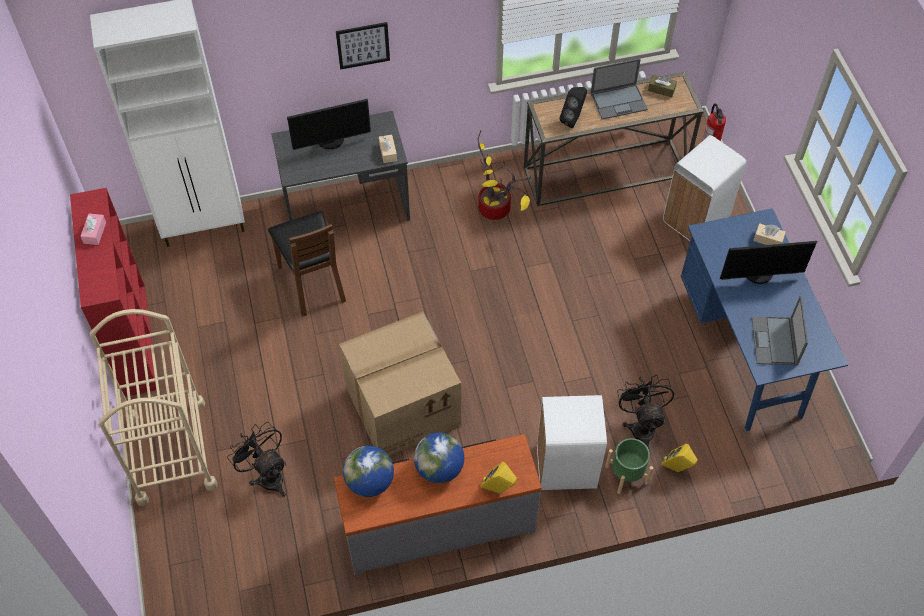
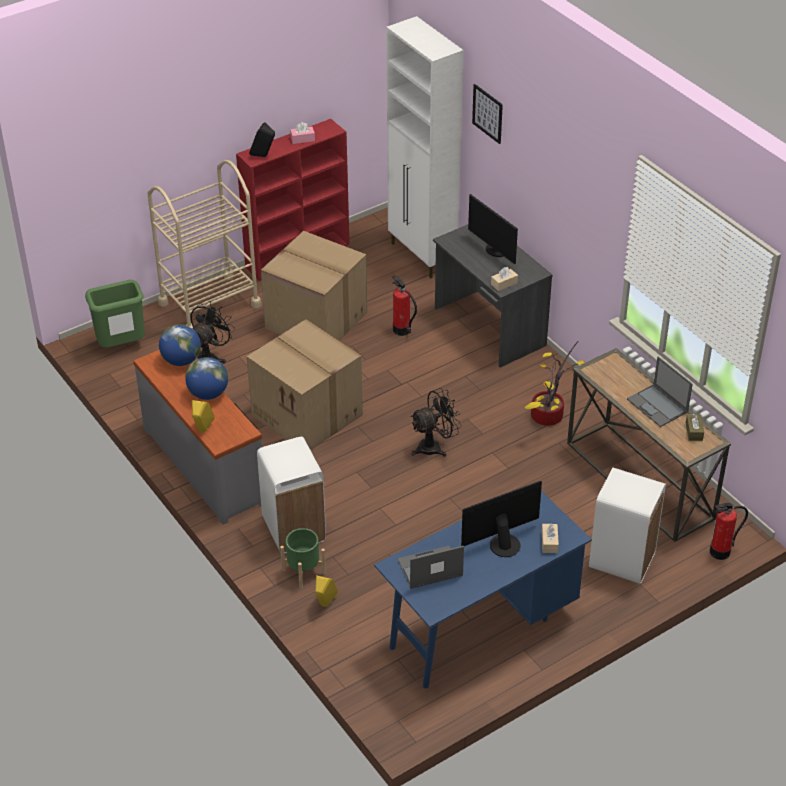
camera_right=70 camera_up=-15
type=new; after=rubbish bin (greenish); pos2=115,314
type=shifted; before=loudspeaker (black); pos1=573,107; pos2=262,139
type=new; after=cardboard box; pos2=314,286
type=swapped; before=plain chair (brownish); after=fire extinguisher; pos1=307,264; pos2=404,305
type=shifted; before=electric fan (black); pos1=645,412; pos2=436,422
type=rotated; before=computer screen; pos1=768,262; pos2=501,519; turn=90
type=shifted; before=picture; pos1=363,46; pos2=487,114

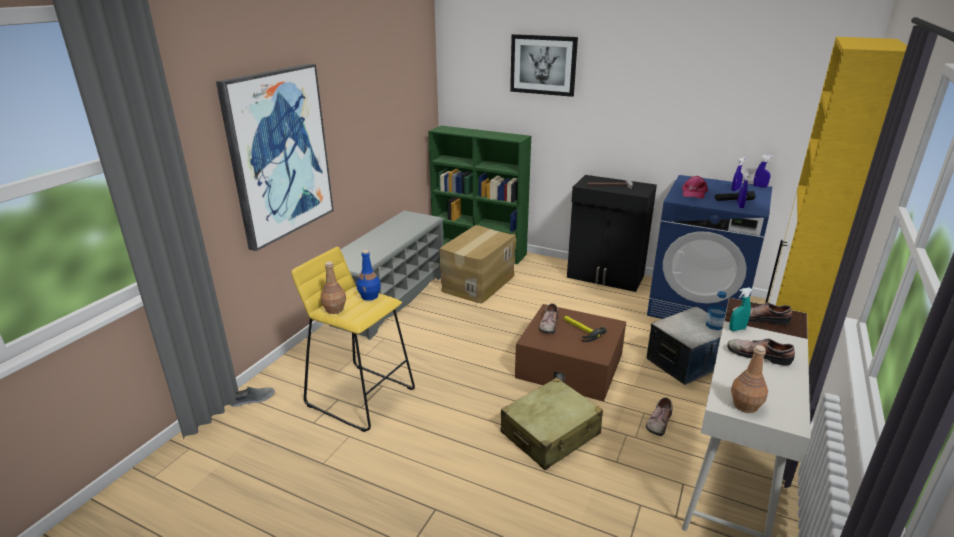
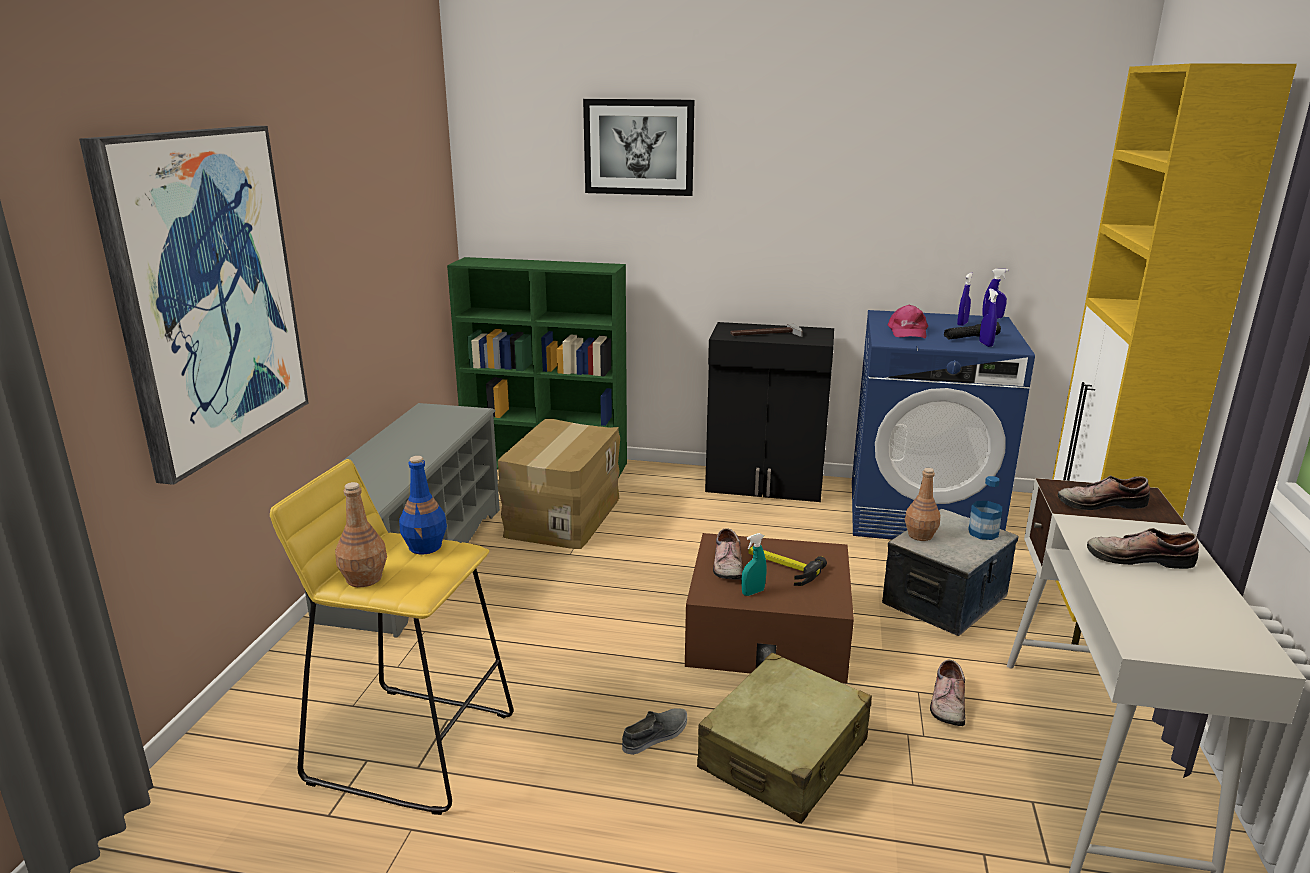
camera_right=-15 camera_up=-5
type=shifted; before=item of footwear (grey); pos1=253,397; pos2=654,731
type=shifted; before=sprayer (turquoise); pos1=740,309; pos2=753,564
type=shifted; before=drink bottle (brownish); pos1=749,379; pos2=923,504

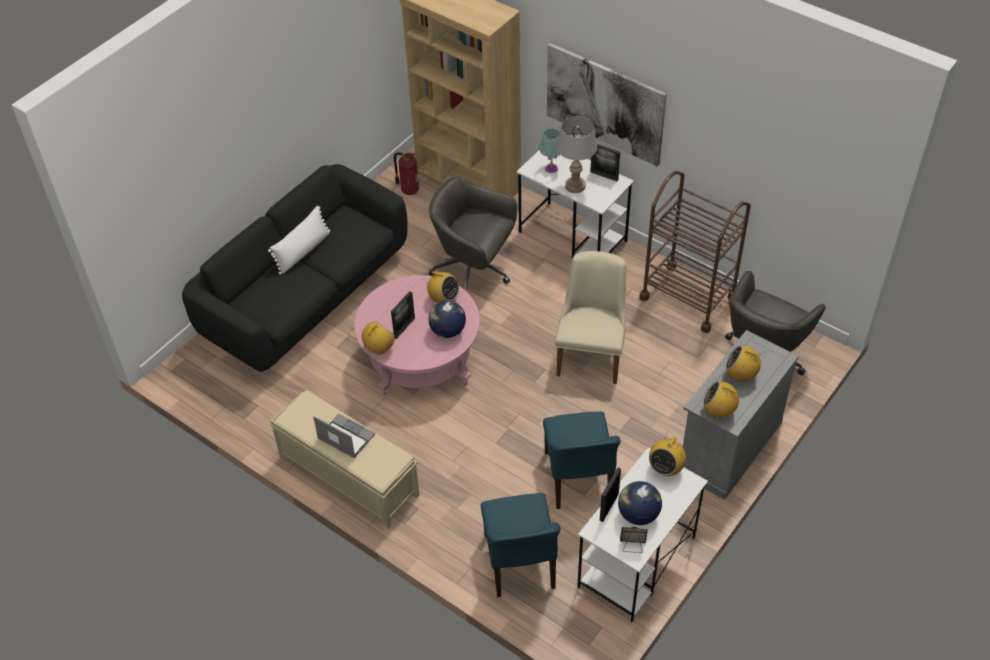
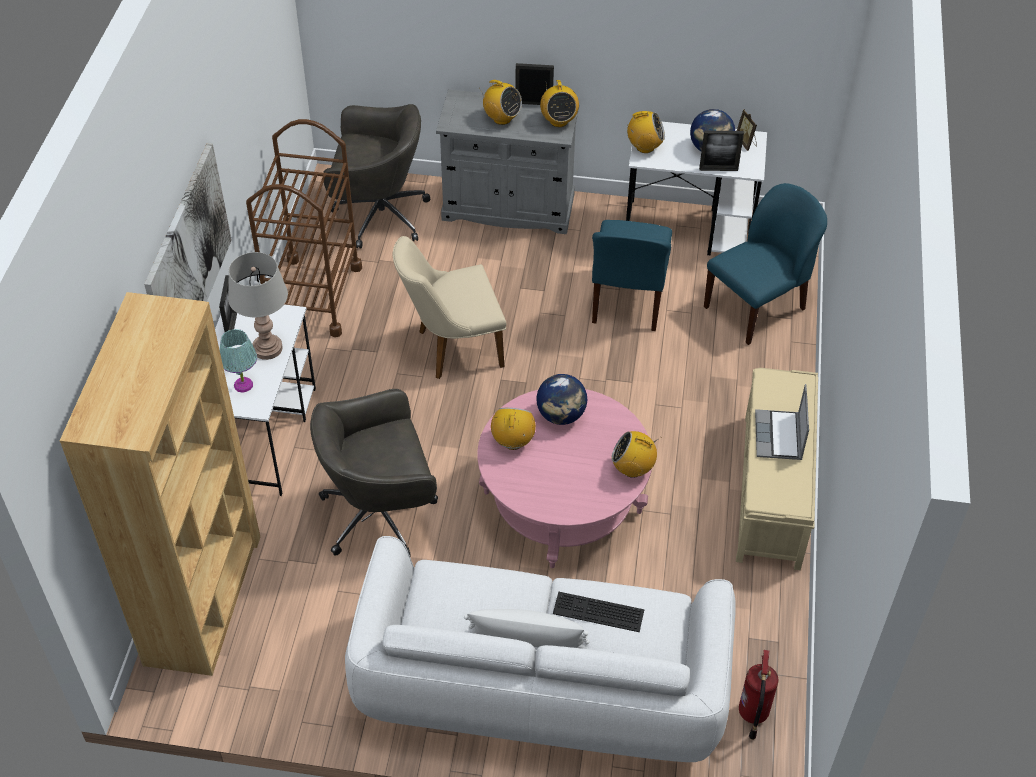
camera_right=-120 camera_up=0
type=rotated; before=office chair (grey); pos1=473,233; pos2=374,472; turn=75
type=repainted; before=couch (black); after=couch (white); pos1=295,269; pos2=540,649
type=rotated; before=radio; pos1=743,364; pos2=501,102; turn=-45
type=shifted; before=standing frame; pos1=403,315; pos2=534,84
type=new; after=PC keyboard; pos2=598,612
type=rotated; before=plain chair (blue-coloured); pos1=581,460; pos2=632,275; turn=135
type=shifted; before=fire extinguisher; pos1=406,173; pos2=759,695

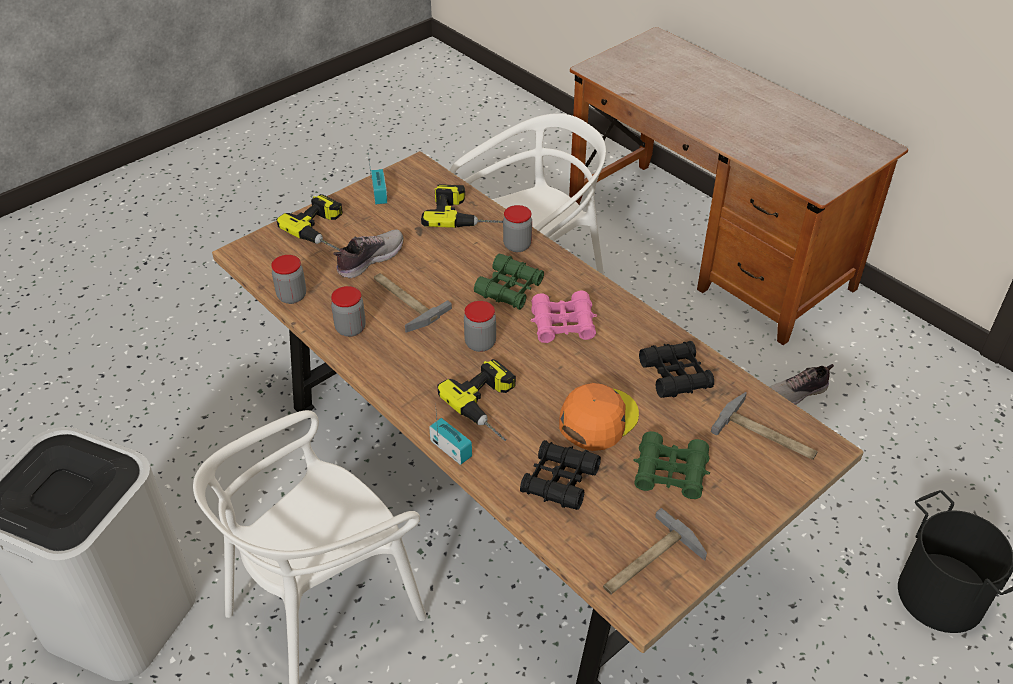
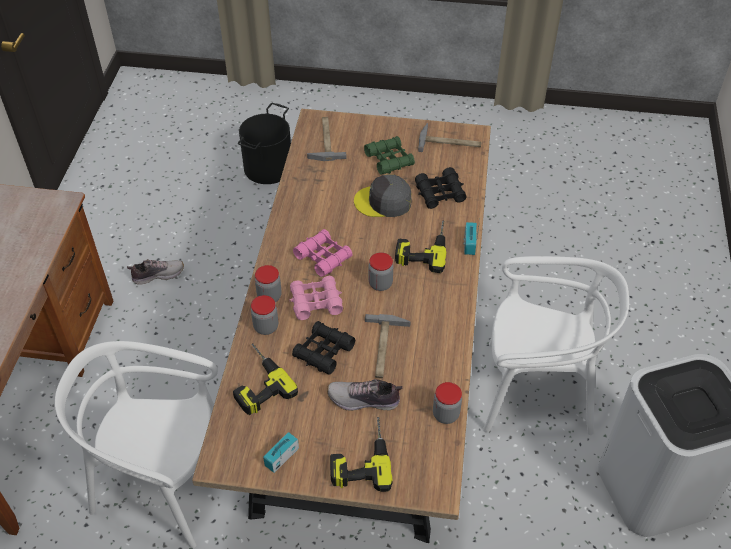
camera_right=-130 camera_up=5
type=rotated; before=item of footwear; pos1=802,384; pos2=155,272; turn=-45
type=shifted; before=jar; pos1=348,311; pos2=268,283
type=repainted; before=pair of binoculars (greenish); after=pair of binoculars (pink); pos1=509,282; pos2=316,298
type=shifted; before=pair of binoculars (black); pos1=676,369; pos2=323,348
type=repainted; before=peaked cap (orange); after=peaked cap (grey); pos1=599,417; pos2=383,195

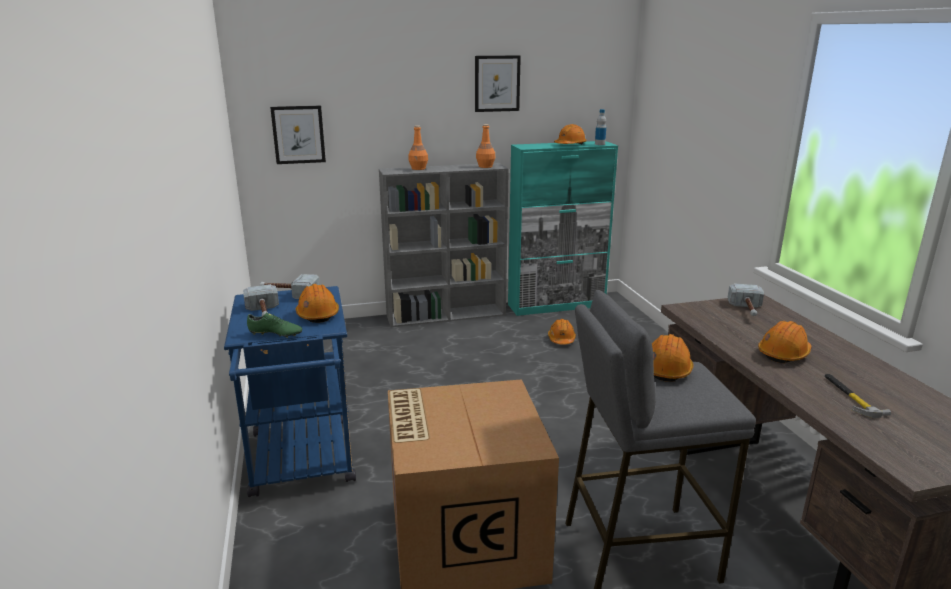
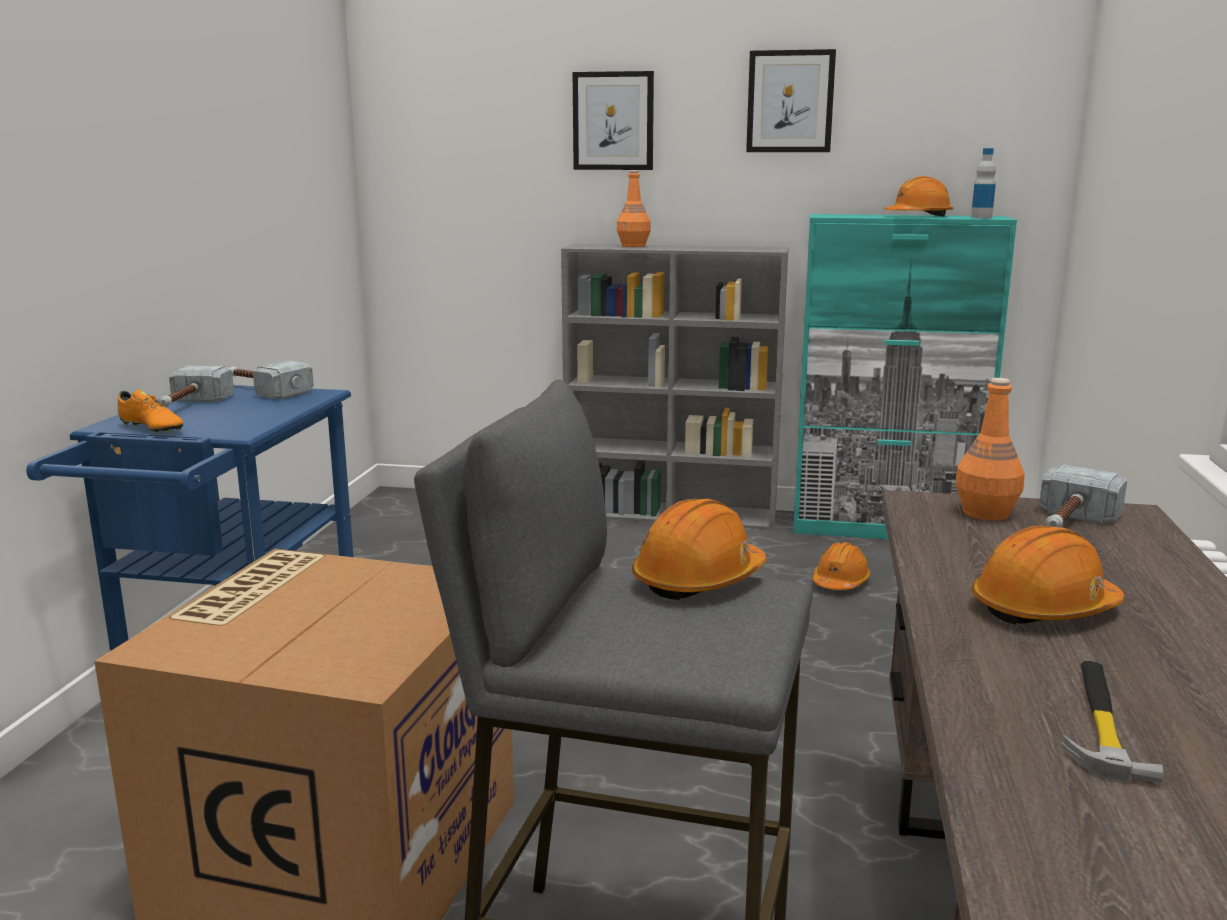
camera_right=25 camera_up=-5
type=repainted; before=item of footwear (greenish); after=item of footwear (orange); pos1=274,325; pos2=150,411
type=shifted; before=picture; pos1=298,135; pos2=613,120
type=shifted; before=drink bottle (orange); pos1=485,146; pos2=990,449
type=gone; before=work helmet (orange); pos1=317,303

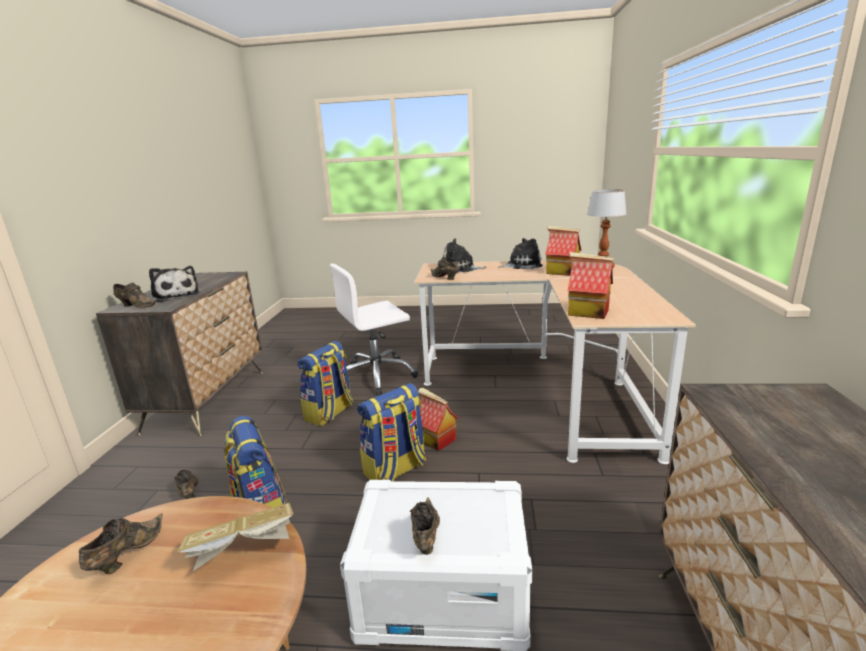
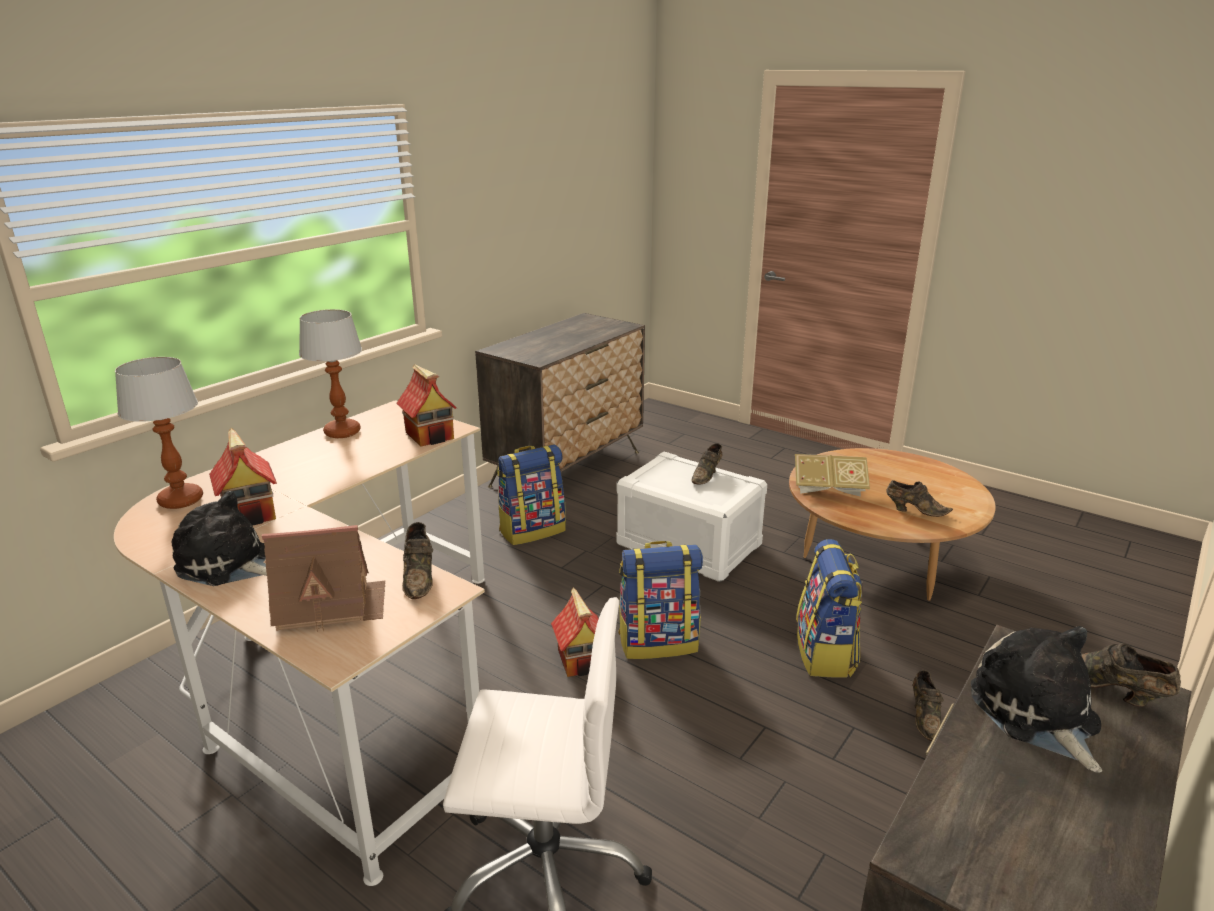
camera_right=-150 camera_up=5
type=swapped; before=soft toy; after=toy house; pos1=465,255; pos2=323,578
type=new; after=tabletop lamp; pos2=330,373
type=shifted; before=knapsack; pos1=326,383; pos2=531,494
type=rotated; before=item of footwear (brownish); pos1=121,543; pos2=920,498; turn=-120

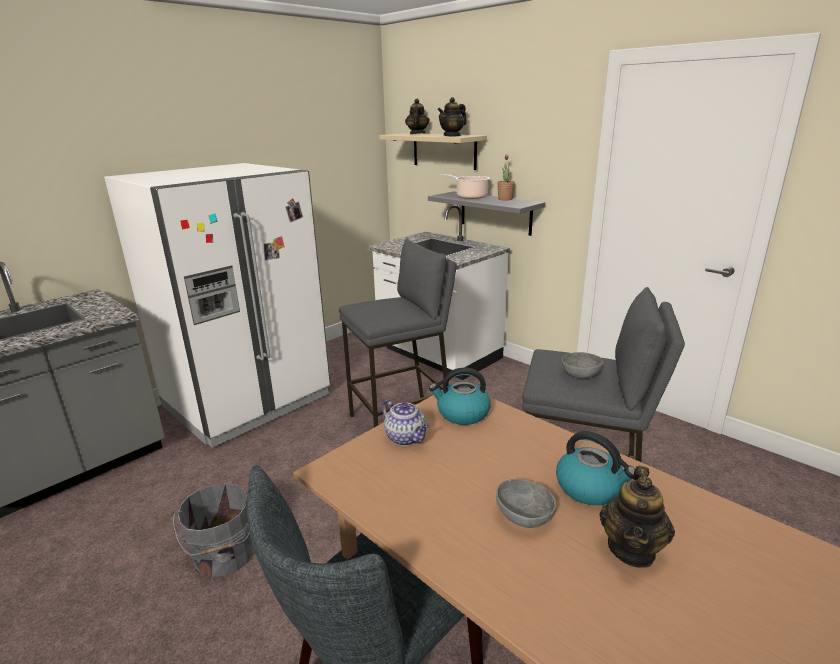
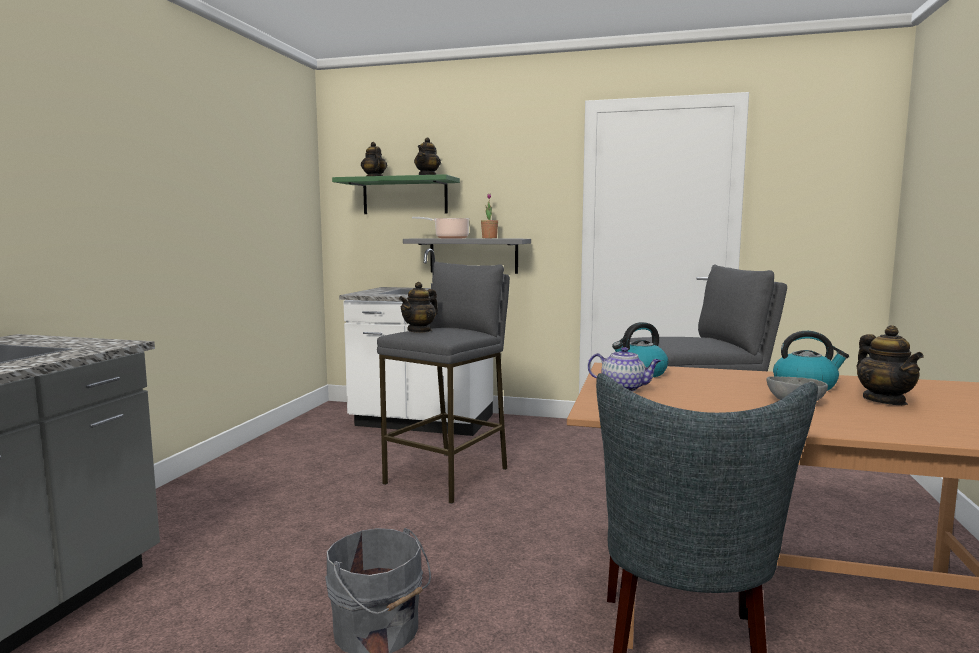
camera_right=-30 camera_up=-15
type=repainted; before=bracket shelf (beige-coloured); after=bracket shelf (greenish); pos1=433,151; pos2=396,194
type=new; after=pot for tea; pos2=418,307
type=gone; before=refrigerator (white); pos1=217,305
type=gone; before=bowl (grey); pos1=583,365

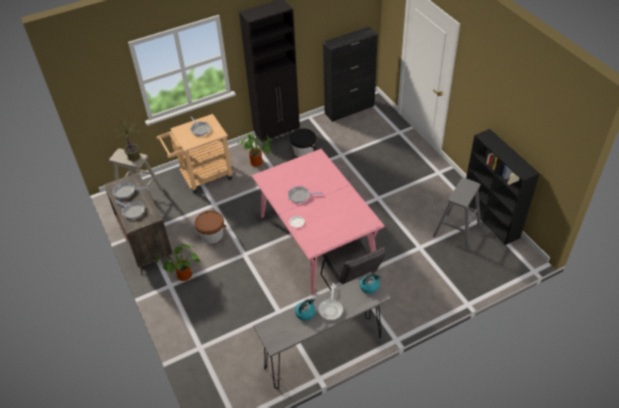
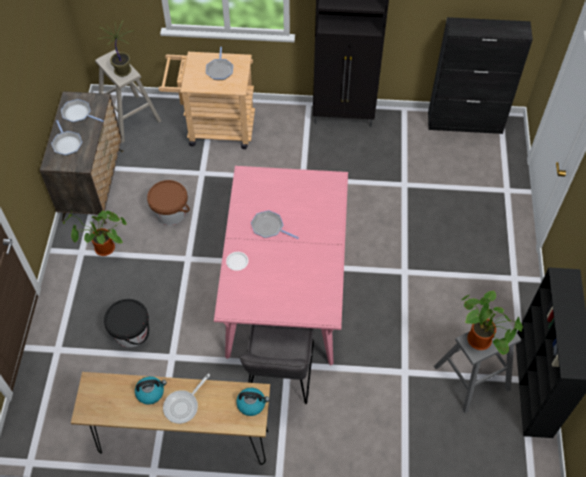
camera_right=30 camera_up=10
type=repainted; before=narrow table (grey); after=narrow table (brownish); pos1=322,330; pos2=170,418
type=shifted; before=pail (black); pos1=303,143; pos2=126,323
type=shifted; before=houseplant; pos1=255,150; pos2=492,322

